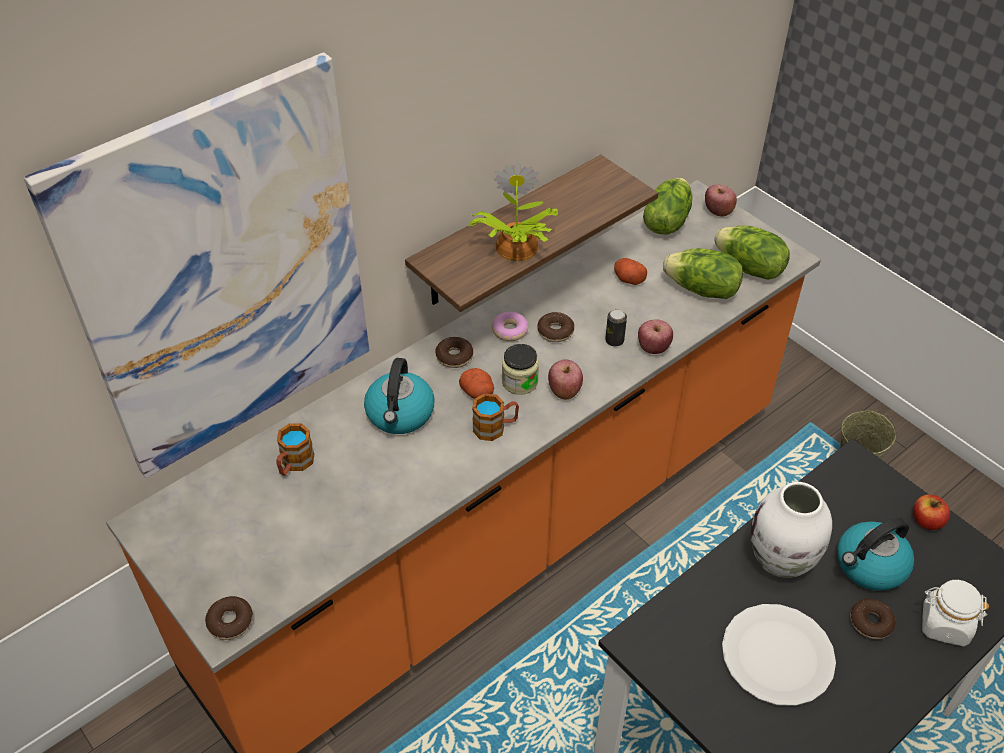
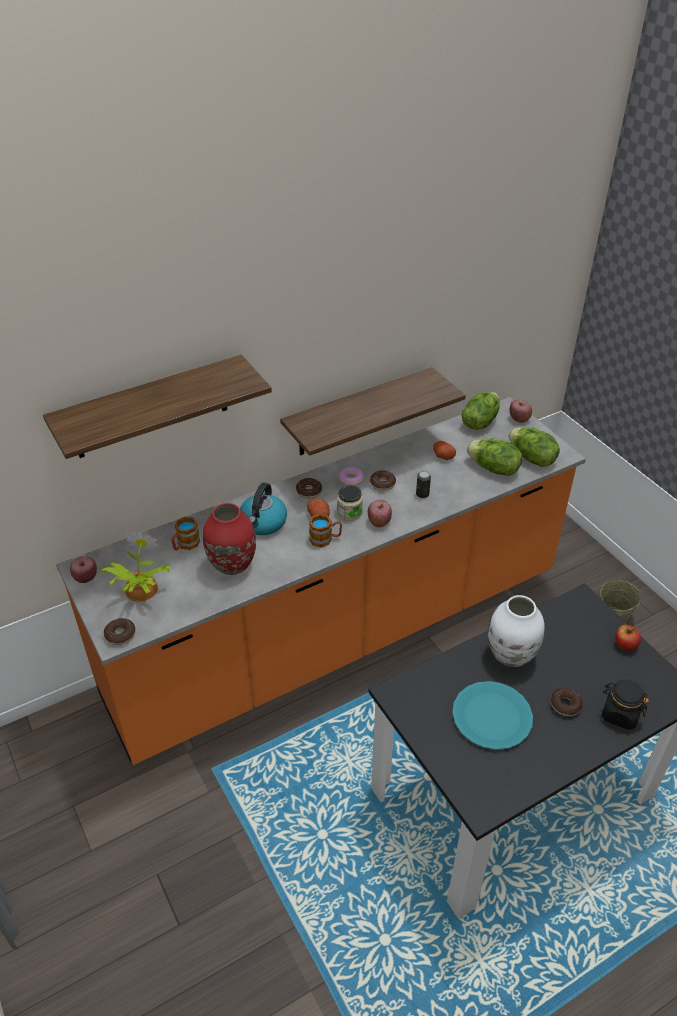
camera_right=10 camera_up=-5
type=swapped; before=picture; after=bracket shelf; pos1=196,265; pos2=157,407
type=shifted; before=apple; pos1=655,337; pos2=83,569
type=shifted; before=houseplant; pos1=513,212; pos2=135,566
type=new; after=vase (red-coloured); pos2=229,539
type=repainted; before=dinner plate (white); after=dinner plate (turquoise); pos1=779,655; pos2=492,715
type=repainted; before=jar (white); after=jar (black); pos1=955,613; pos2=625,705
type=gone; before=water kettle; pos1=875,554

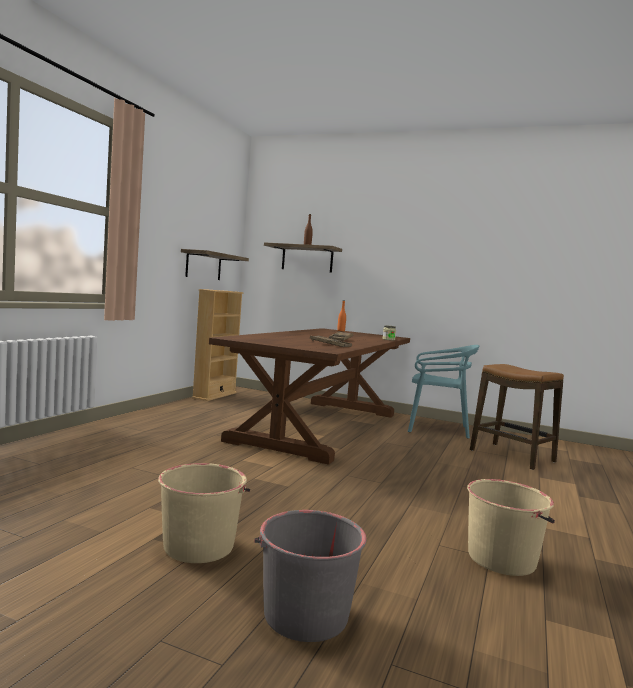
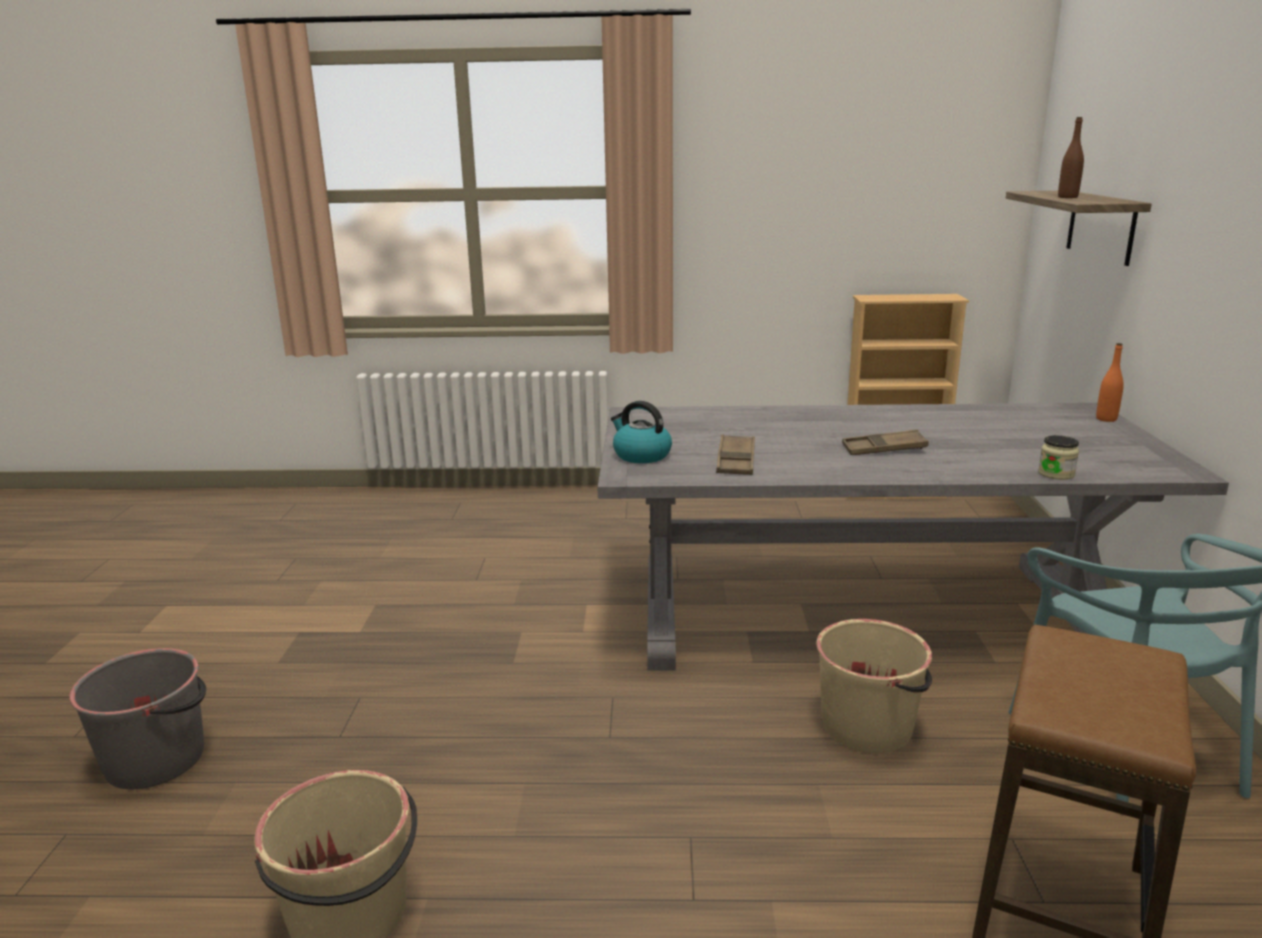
camera_right=70 camera_up=15
type=repainted; before=dining table (brownish); after=dining table (grey); pos1=309,396; pos2=913,536
type=new; after=water kettle; pos2=641,432
type=shifted; before=pail (beige-coloured); pos1=204,513; pos2=874,686
type=gone; before=bracket shelf; pos1=215,264

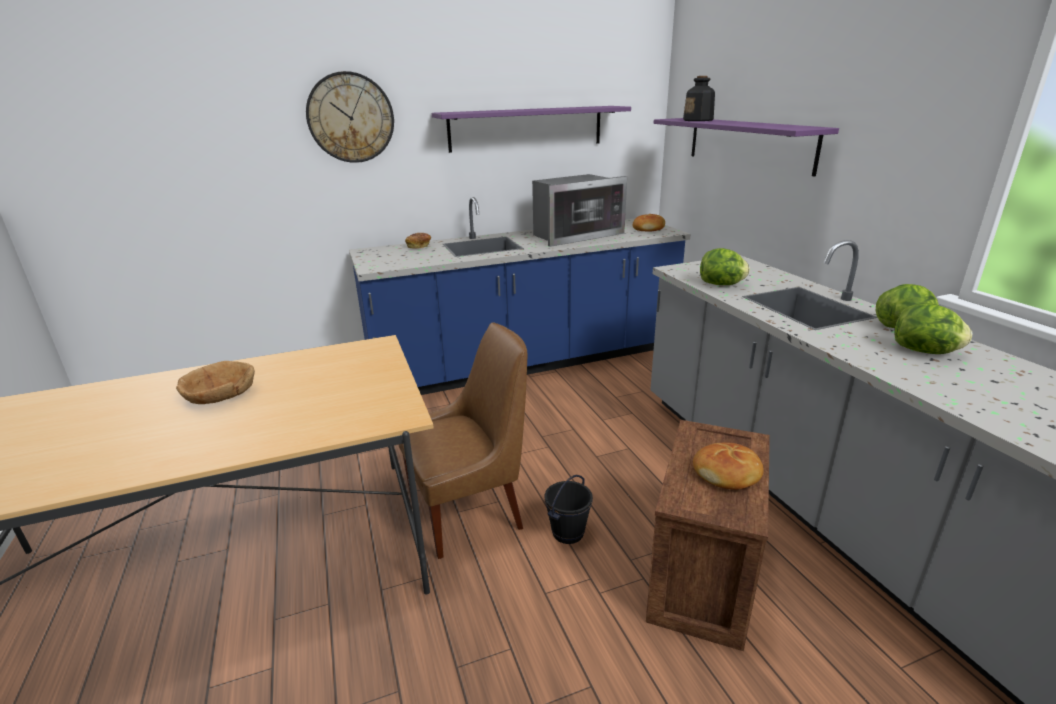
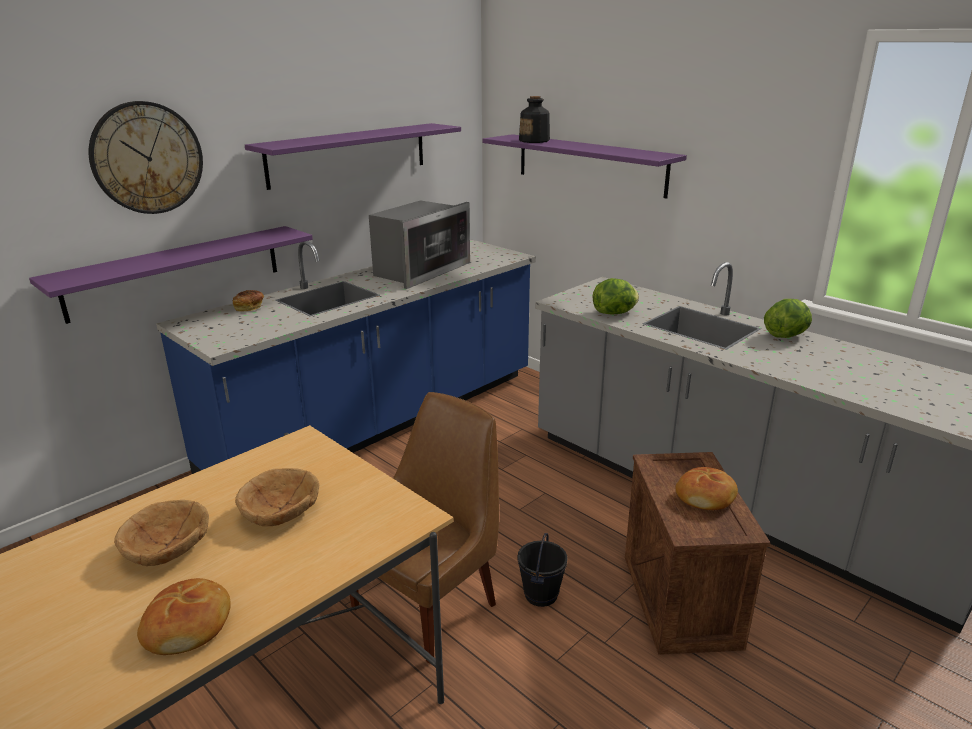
camera_right=-25 camera_up=0
type=new; after=bracket shelf (purplish); pos2=171,275
type=shifted; before=baked bread; pos1=648,223; pos2=184,616
type=new; after=bowl (brownish); pos2=277,497
type=gone; before=head of lettuce; pos1=933,328

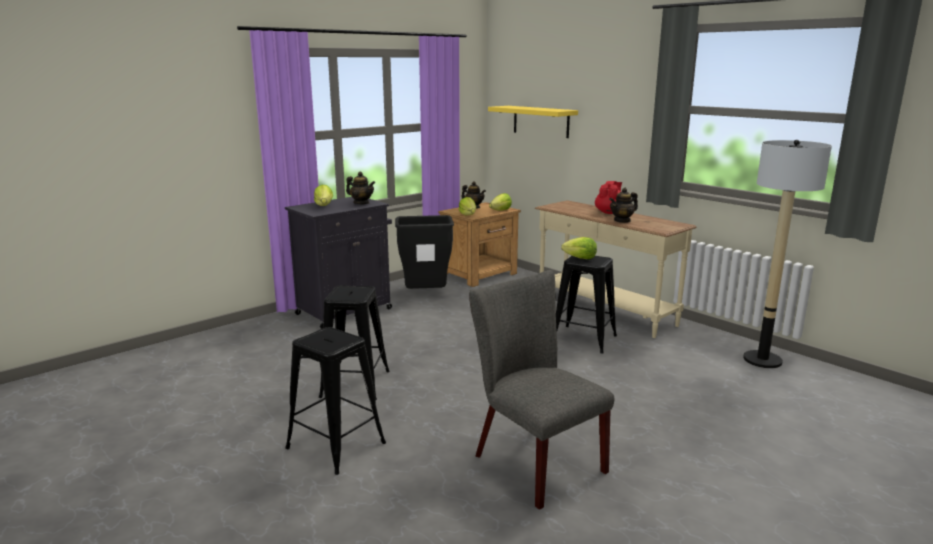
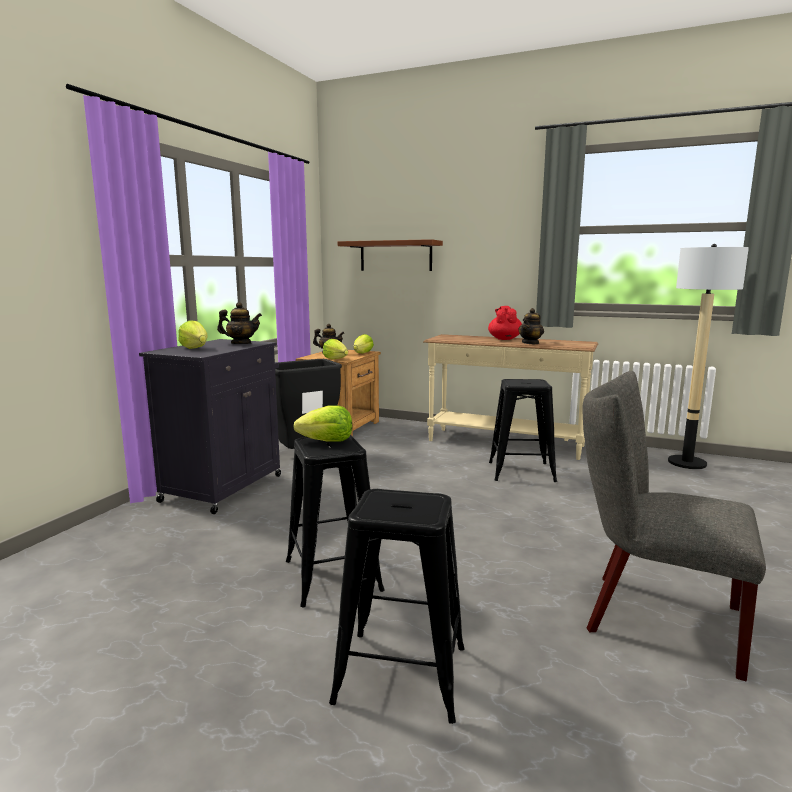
camera_right=-25 camera_up=-5
type=shifted; before=head of lettuce; pos1=579,248; pos2=323,423
type=repainted; before=bracket shelf (yellowish); after=bracket shelf (brownish); pos1=533,122; pos2=390,255

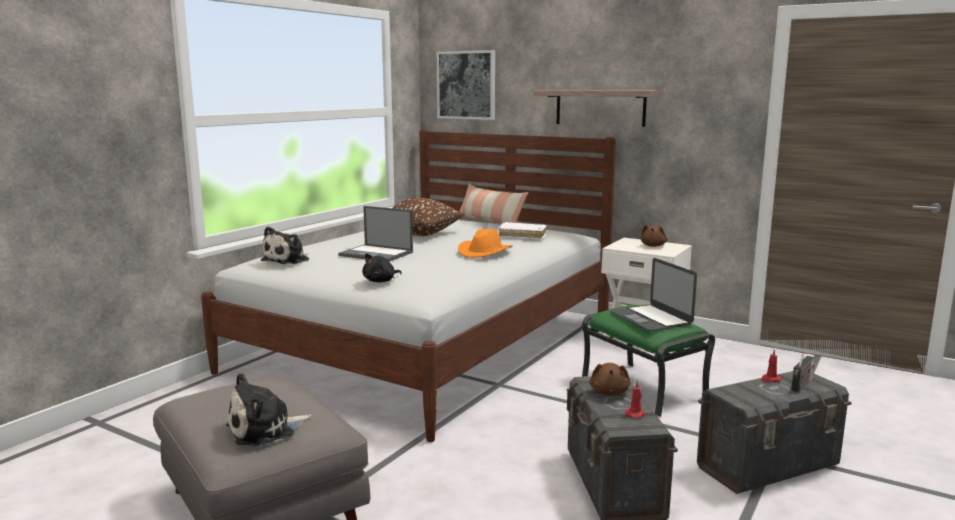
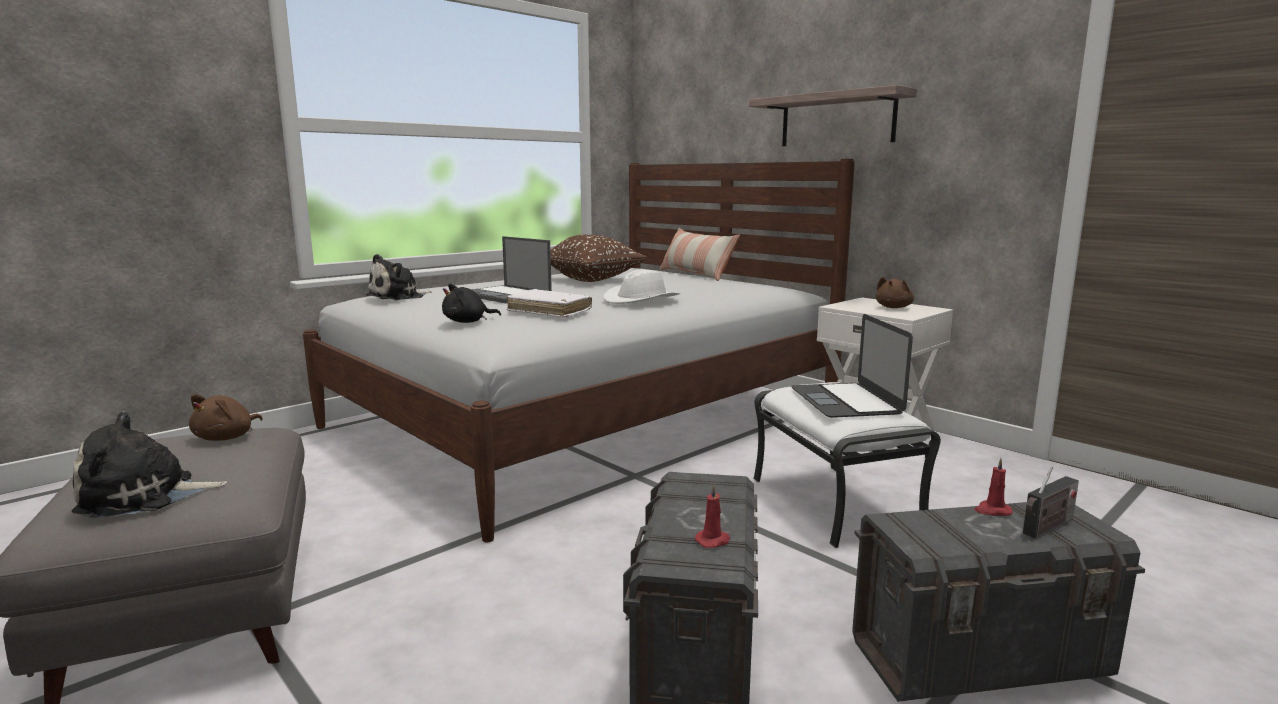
camera_right=15 camera_up=0
type=shifted; before=soft toy (brownish); pos1=610,379; pos2=226,417
type=shifted; before=book (white); pos1=522,231; pos2=549,303
type=repainted; before=wearable hat (orange); after=wearable hat (white); pos1=485,243; pos2=641,286
type=repainted; before=footrest (greenish); after=footrest (white); pos1=648,361; pos2=847,465
type=gone; before=picture; pos1=466,85

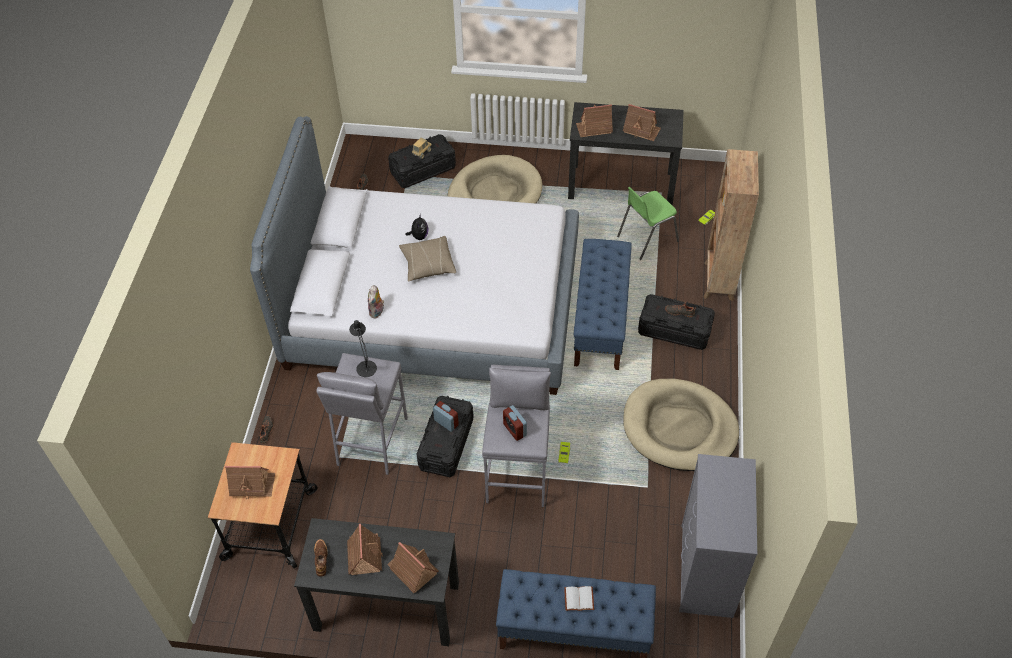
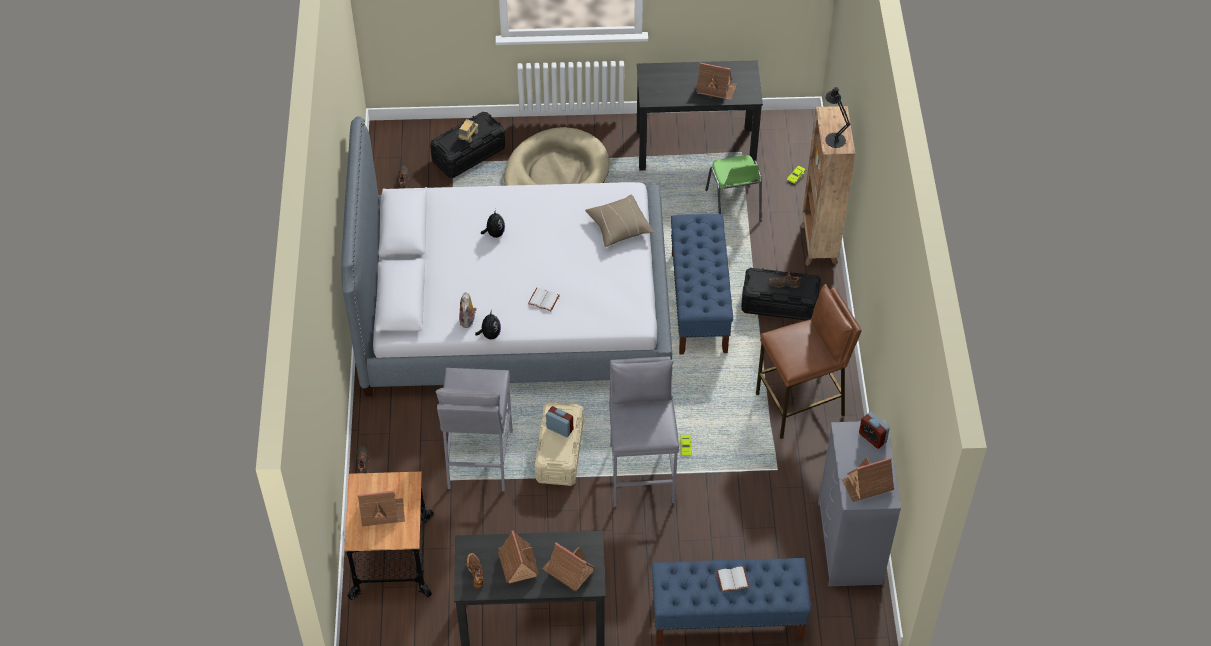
camera_right=-10 camera_up=0
type=new; after=soft toy; pos2=488,324
type=new; after=book (white); pos2=544,299
type=repainted; before=storage box (black); after=storage box (beige-coloured); pos1=445,436; pos2=559,443
type=shifted; before=cushion (beige-coloured); pos1=427,259; pos2=619,221
type=rotated; before=plain chair (greenish); pos1=648,223; pos2=733,188; turn=-60
type=swapped; before=dog cushion (beige-coloured); after=sitting stool (brownish); pos1=681,425; pos2=809,361
type=shifted; before=tabletop lamp (black); pos1=363,348; pos2=837,117
type=shifted; before=toy house; pos1=594,120; pos2=867,479
type=shifted; before=alarm clock; pos1=515,423; pos2=874,430

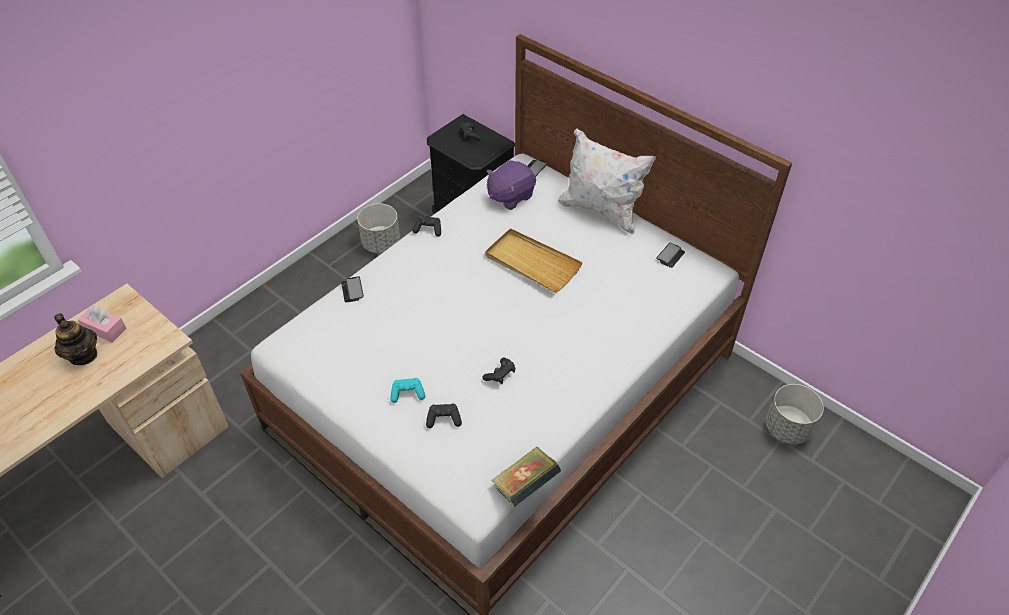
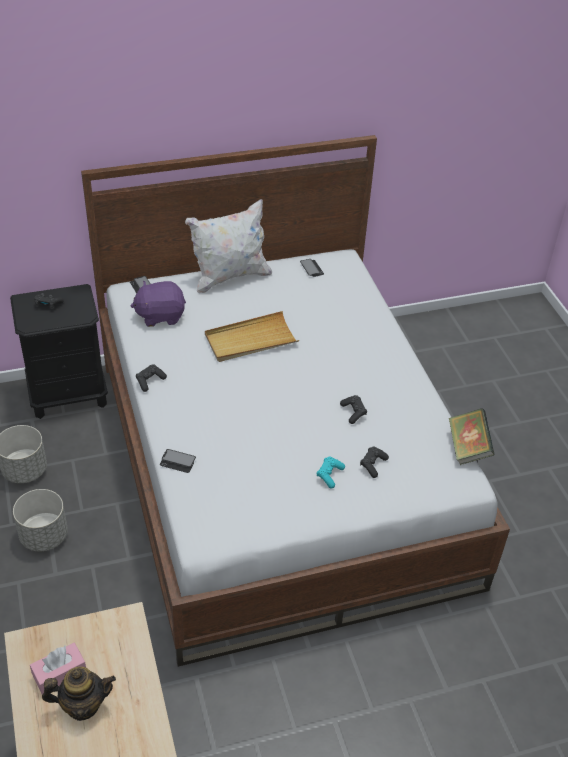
camera_right=-60 camera_up=-5
type=shifted; before=flower pot (grey); pos1=795,414; pos2=40,520
type=rotated; before=soft toy (purplish); pos1=511,185; pos2=158,304; turn=90

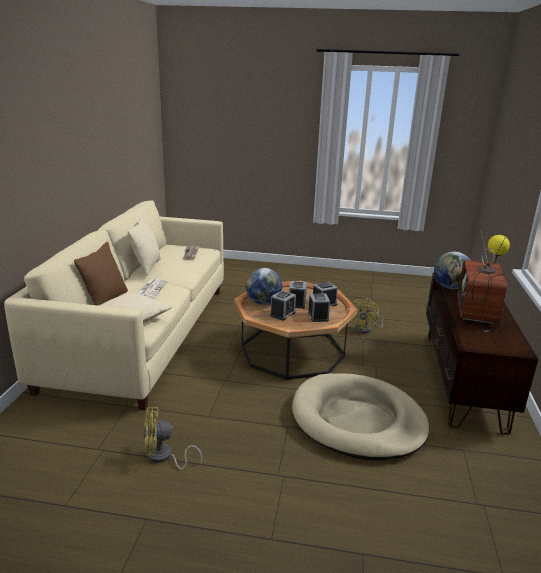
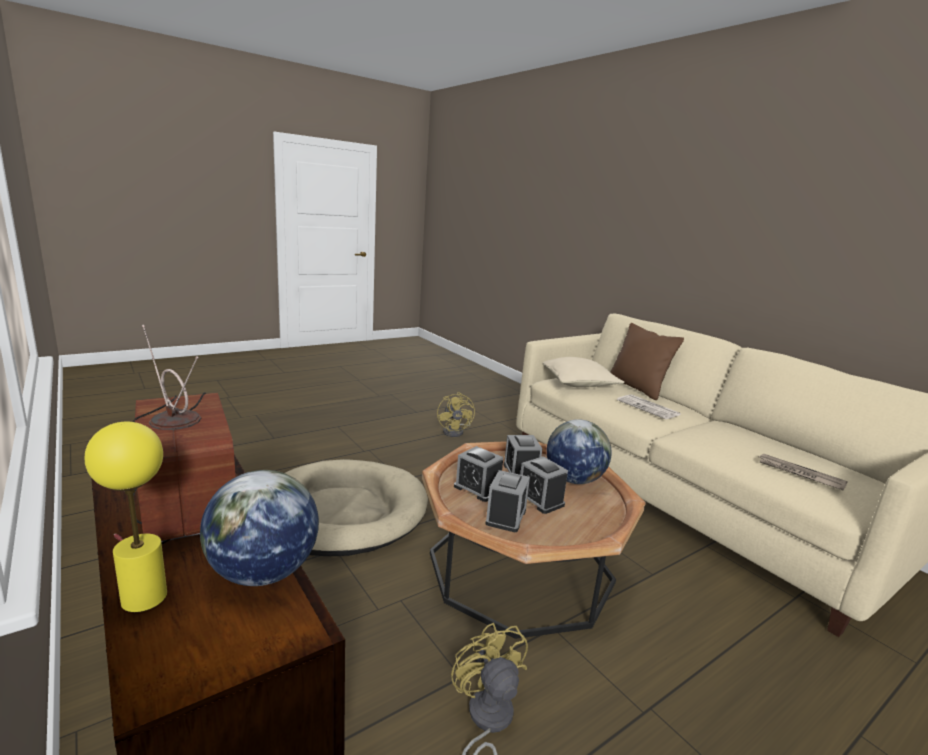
camera_right=135 camera_up=-5
type=rotated; before=electric fan (yellowish); pos1=172,438; pos2=456,414; turn=135
type=gone; before=cushion (beige-coloured); pos1=144,246

